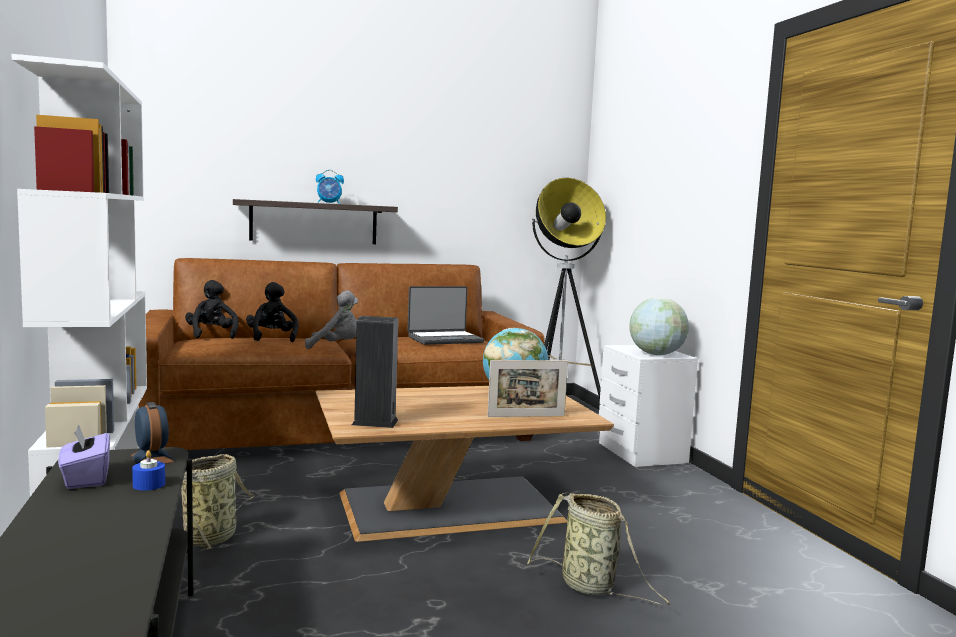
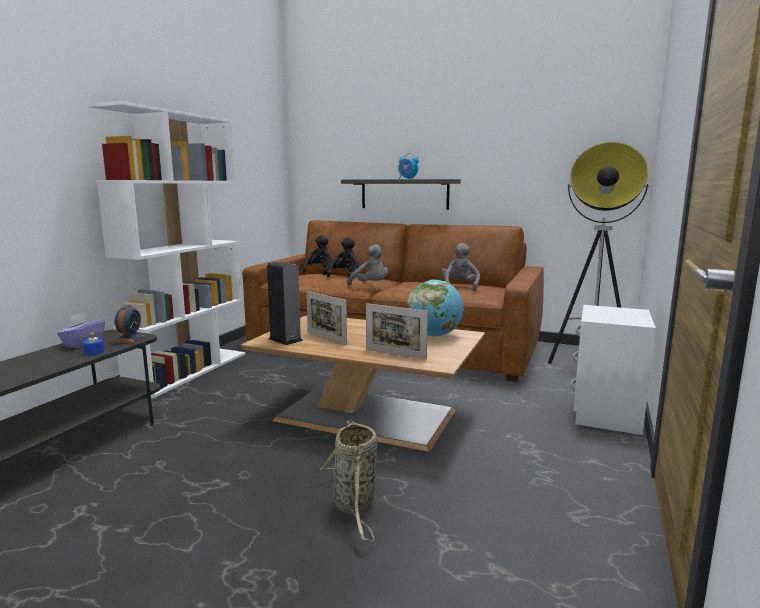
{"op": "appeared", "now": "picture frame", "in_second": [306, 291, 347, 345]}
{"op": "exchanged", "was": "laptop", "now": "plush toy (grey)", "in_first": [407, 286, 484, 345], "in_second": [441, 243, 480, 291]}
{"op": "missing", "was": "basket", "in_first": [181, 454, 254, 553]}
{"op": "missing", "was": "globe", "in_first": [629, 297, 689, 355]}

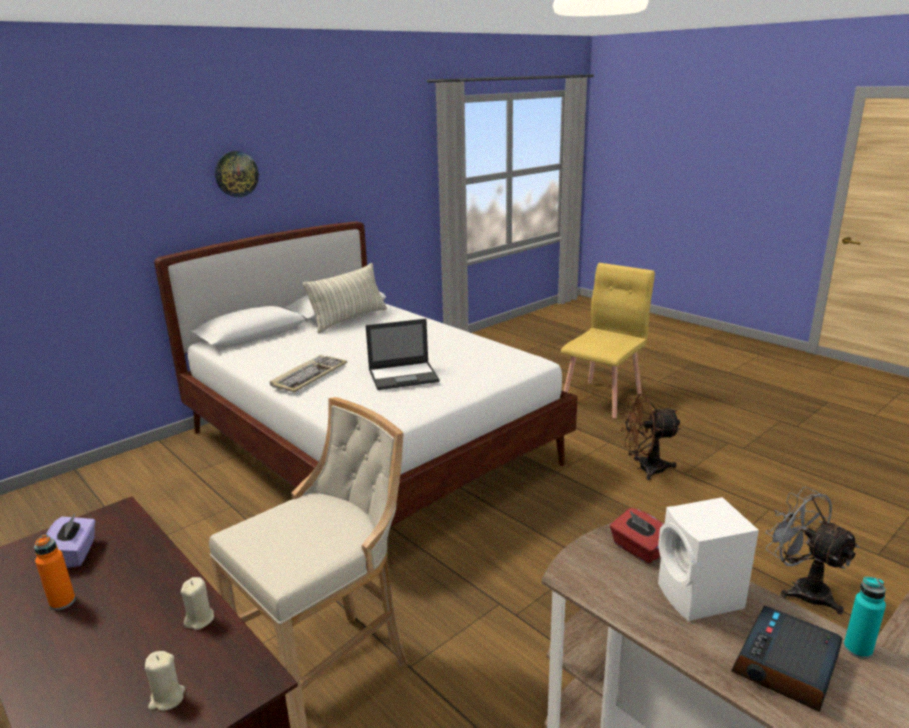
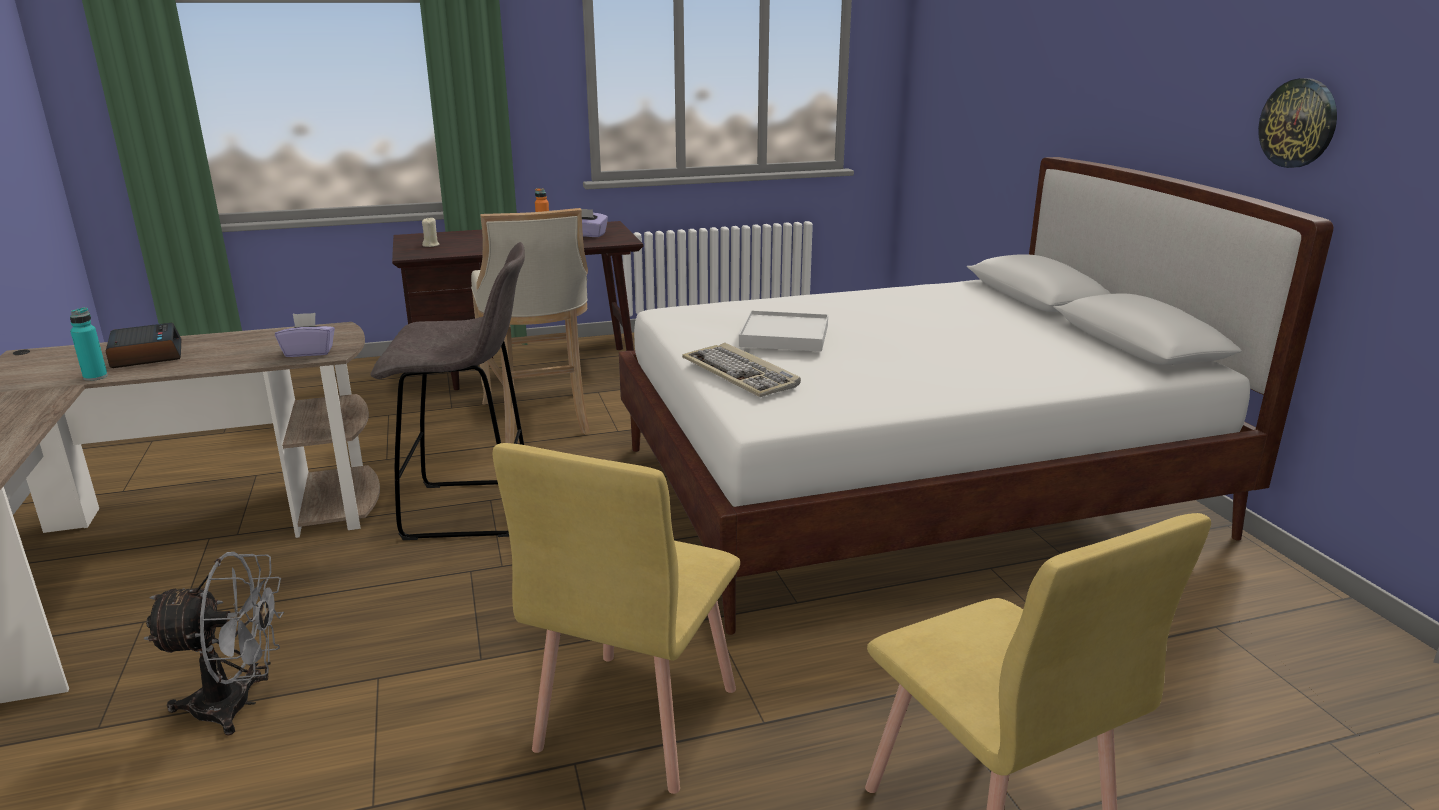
{"op": "colour", "was": "tissue box (red)", "now": "tissue box (purple)", "in_first": [610, 508, 664, 564], "in_second": [275, 313, 335, 357]}
{"op": "appeared", "now": "stool (grey)", "in_second": [371, 242, 525, 540]}
{"op": "exchanged", "was": "fan (brown)", "now": "chair (yellow)", "in_first": [620, 394, 681, 480], "in_second": [493, 443, 740, 794]}
{"op": "relocated", "was": "keyboard", "in_first": [270, 355, 347, 392], "in_second": [682, 343, 801, 397]}
{"op": "exchanged", "was": "laptop", "now": "tray (white)", "in_first": [366, 319, 440, 390], "in_second": [739, 310, 828, 352]}
{"op": "relocated", "was": "wall clock", "in_first": [215, 151, 259, 197], "in_second": [1258, 78, 1337, 168]}
{"op": "missing", "was": "candle (beige)", "in_first": [181, 577, 214, 630]}
{"op": "missing", "was": "pillow", "in_first": [303, 263, 387, 333]}
{"op": "missing", "was": "speaker (white)", "in_first": [658, 497, 759, 621]}

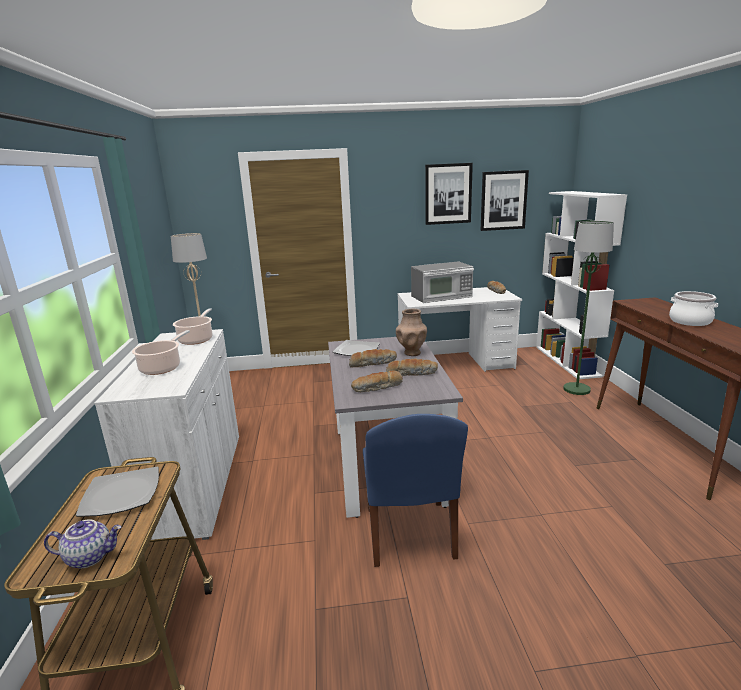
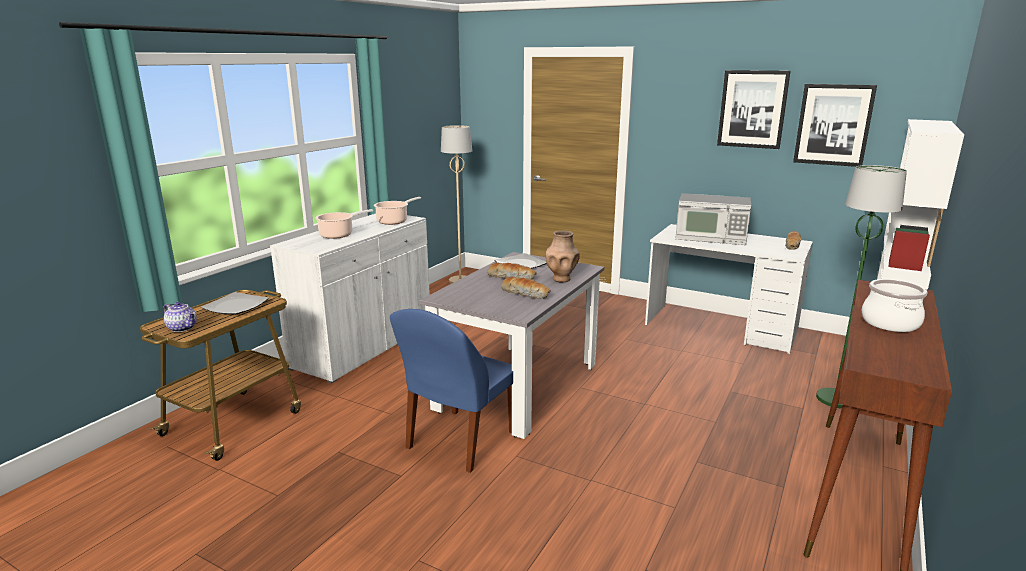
{"op": "missing", "was": "bread", "in_first": [351, 371, 403, 392]}

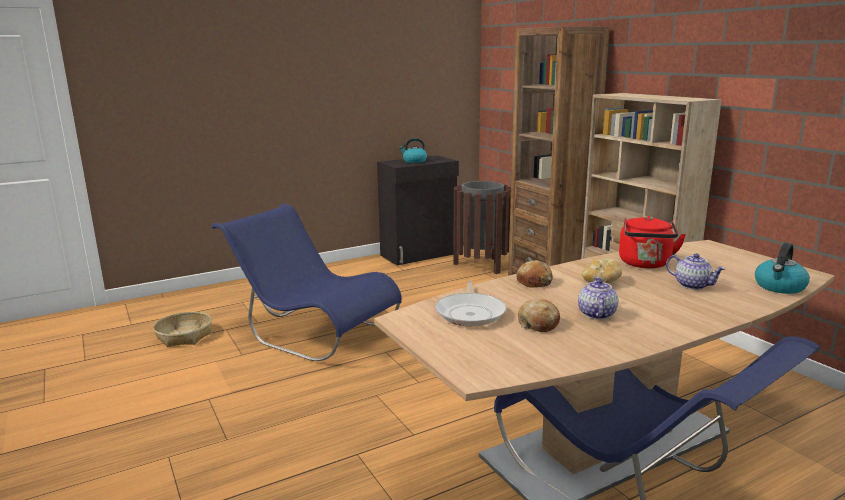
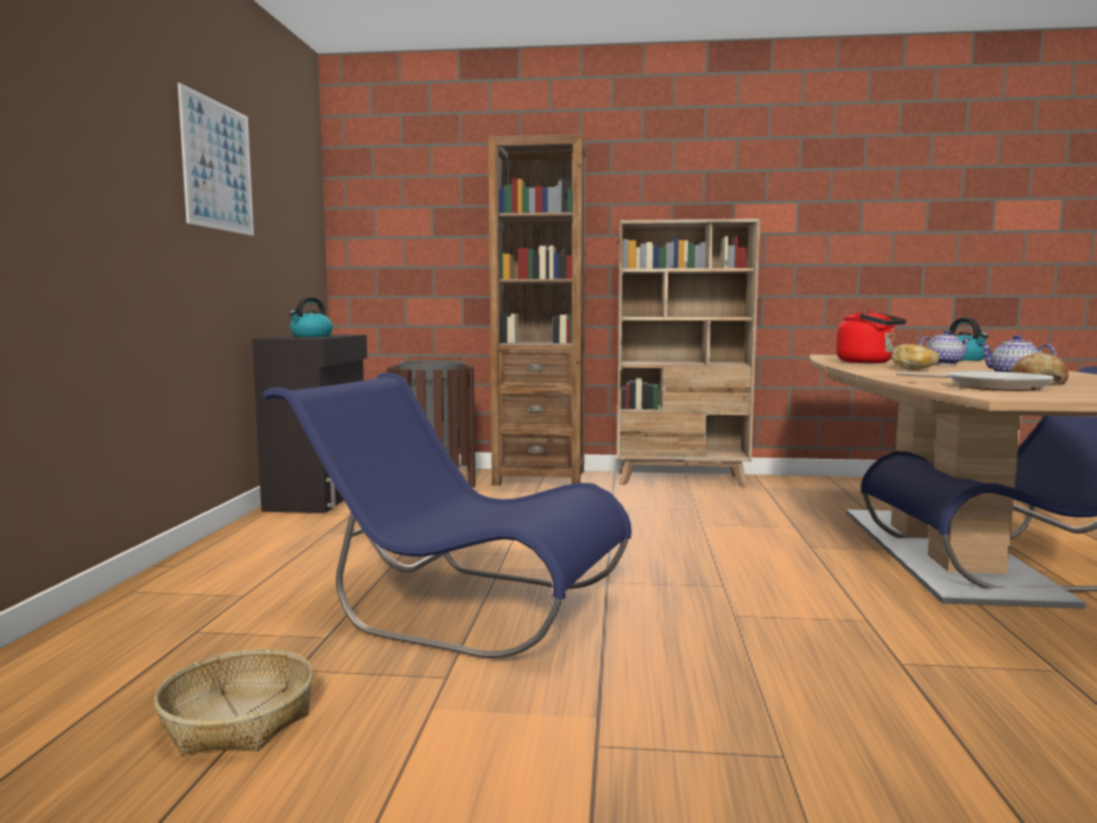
{"op": "appeared", "now": "picture", "in_second": [178, 83, 254, 236]}
{"op": "spun", "was": "chair (blue)", "in_first": [211, 204, 402, 361], "in_second": [263, 373, 632, 658], "clockwise": 45}
{"op": "missing", "was": "bread", "in_first": [517, 260, 553, 288]}

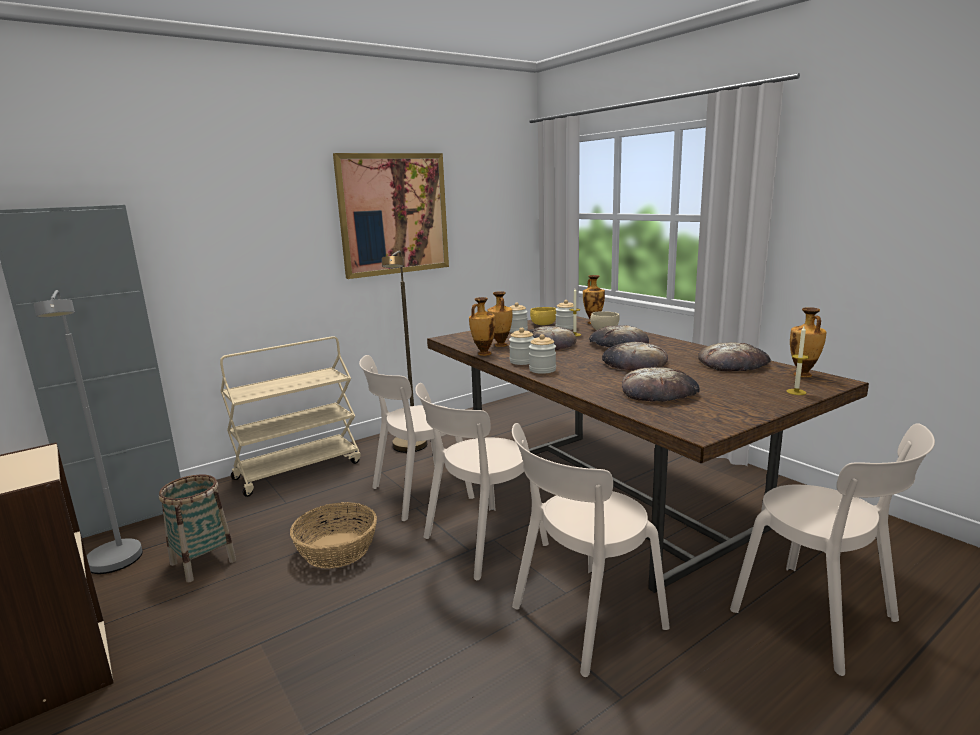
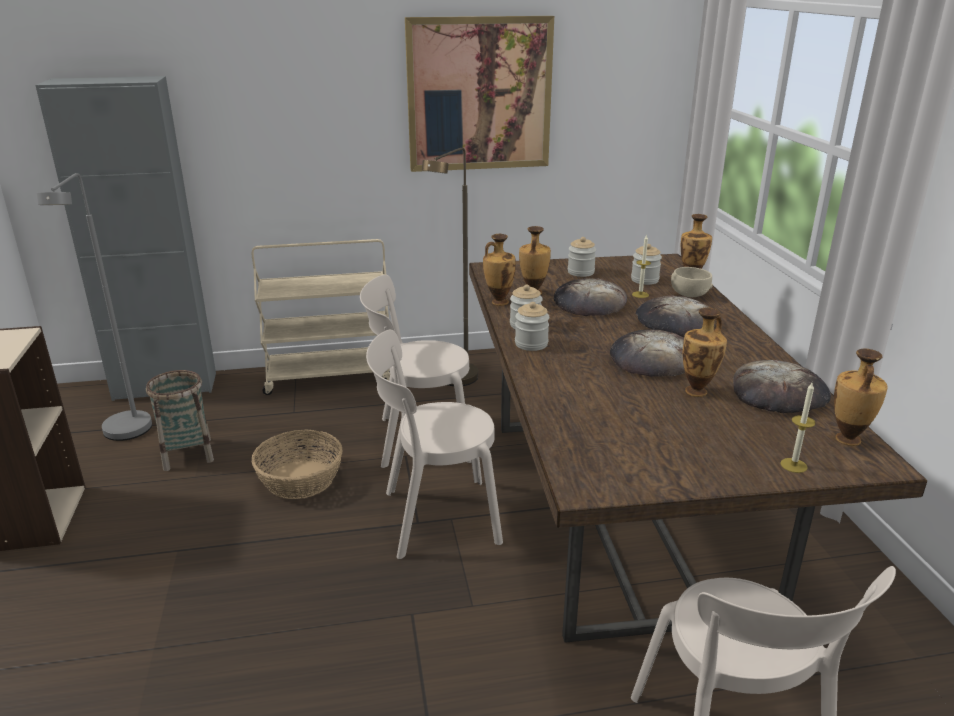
{"op": "appeared", "now": "vase", "in_second": [683, 308, 727, 397]}
{"op": "missing", "was": "chair (beige)", "in_first": [512, 423, 670, 677]}
{"op": "missing", "was": "bowl (yellow)", "in_first": [530, 307, 556, 325]}
{"op": "missing", "was": "bread", "in_first": [622, 367, 700, 402]}

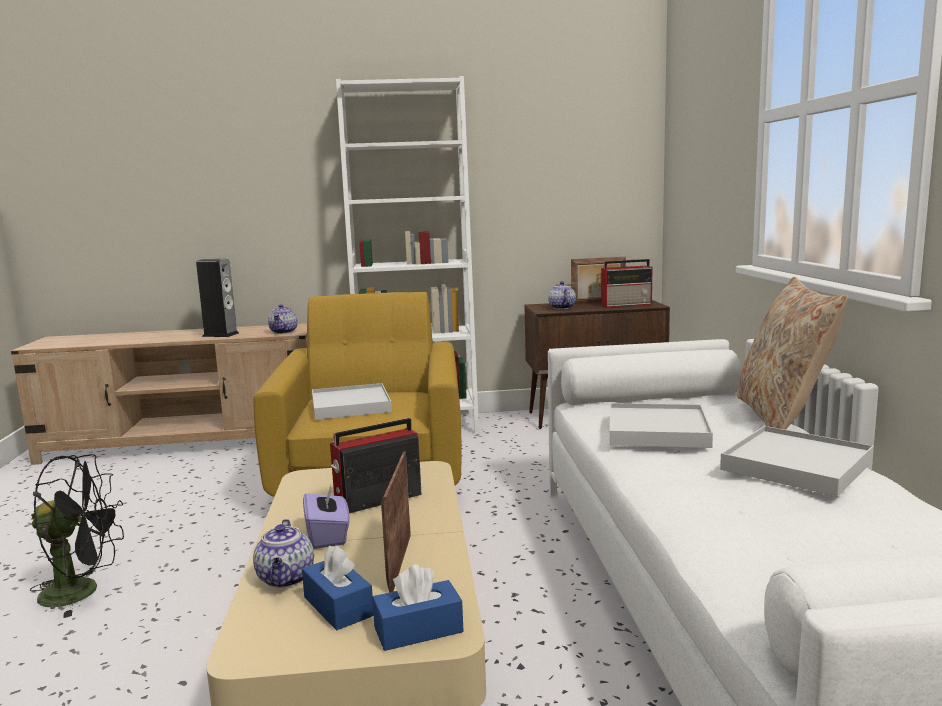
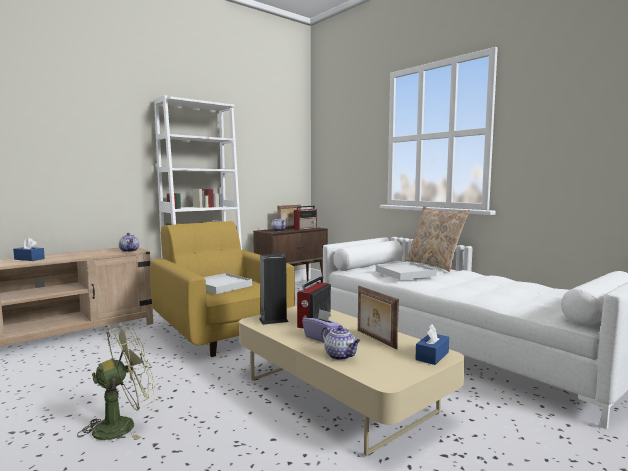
{"op": "relocated", "was": "tissue box (blue)", "in_first": [302, 545, 373, 630], "in_second": [13, 238, 45, 261]}
{"op": "colour", "was": "fan (black)", "now": "fan (green)", "in_first": [30, 454, 124, 618], "in_second": [77, 324, 155, 440]}
{"op": "relocated", "was": "speaker", "in_first": [196, 259, 239, 337], "in_second": [259, 254, 289, 325]}
{"op": "missing", "was": "tray (white)", "in_first": [720, 426, 874, 497]}

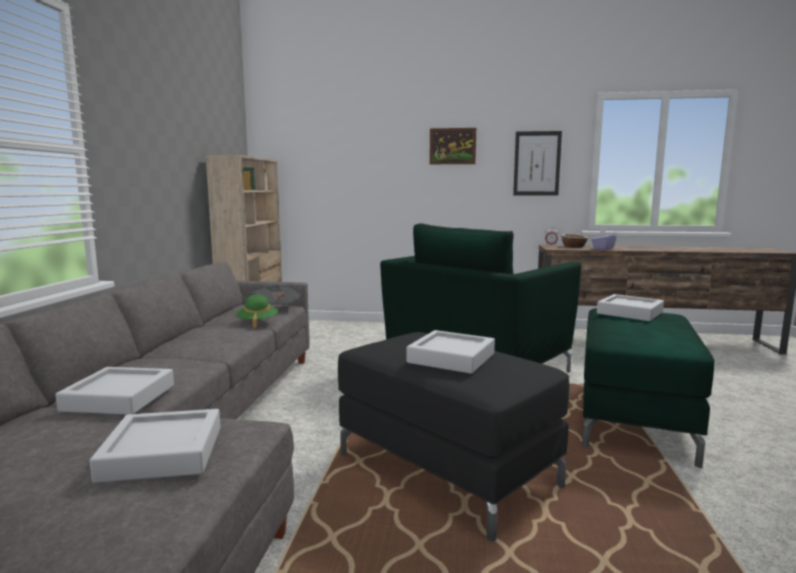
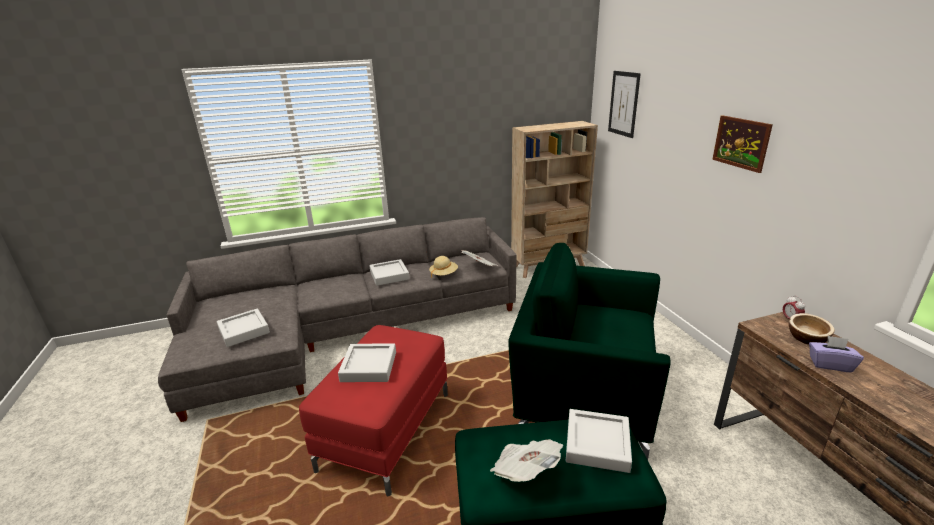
{"op": "colour", "was": "ottoman (black)", "now": "ottoman (red)", "in_first": [338, 332, 569, 542], "in_second": [299, 325, 448, 496]}
{"op": "relocated", "was": "tray (grey)", "in_first": [55, 367, 174, 415], "in_second": [369, 259, 410, 286]}
{"op": "colour", "was": "hat (green)", "now": "hat (beige)", "in_first": [236, 295, 278, 328], "in_second": [429, 256, 458, 278]}
{"op": "appeared", "now": "newspaper", "in_second": [490, 439, 563, 482]}
{"op": "relocated", "was": "picture", "in_first": [513, 131, 562, 196], "in_second": [608, 71, 641, 138]}

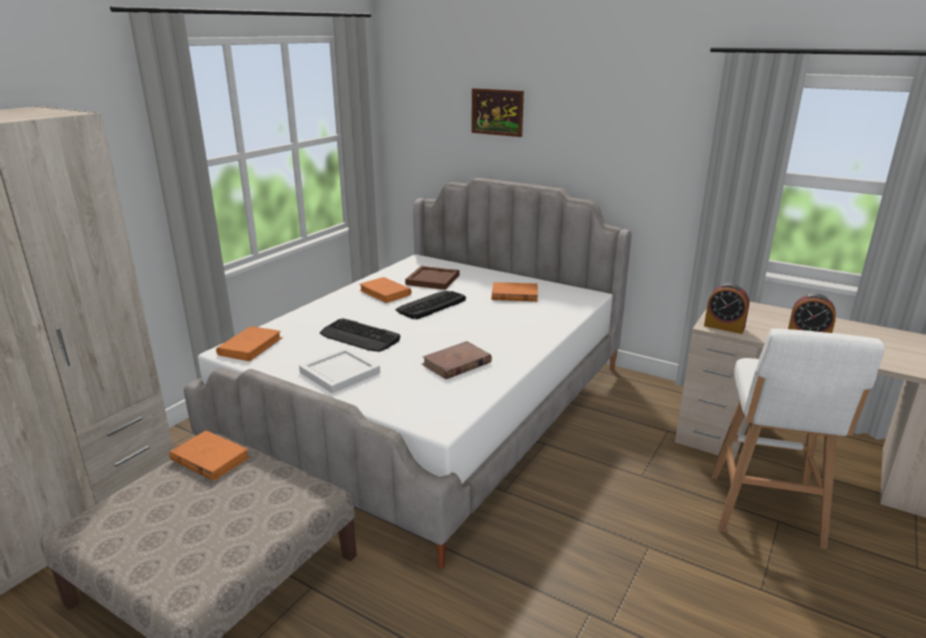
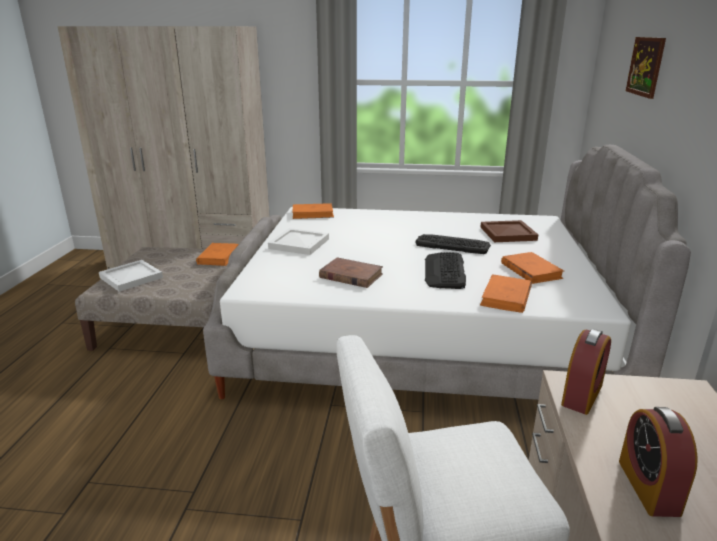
{"op": "appeared", "now": "tray (white)", "in_second": [99, 260, 163, 292]}
{"op": "relocated", "was": "keyboard", "in_first": [320, 318, 400, 352], "in_second": [425, 252, 466, 289]}
{"op": "relocated", "was": "book (orange)", "in_first": [359, 277, 411, 303], "in_second": [480, 274, 532, 313]}
{"op": "spun", "was": "alarm clock", "in_first": [704, 283, 749, 334], "in_second": [561, 329, 611, 415], "clockwise": -150}

